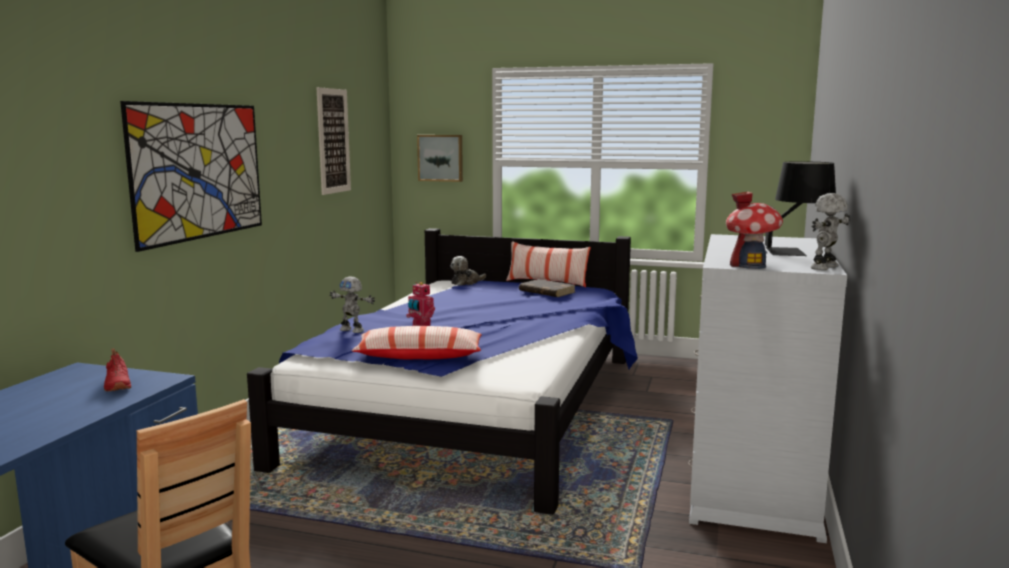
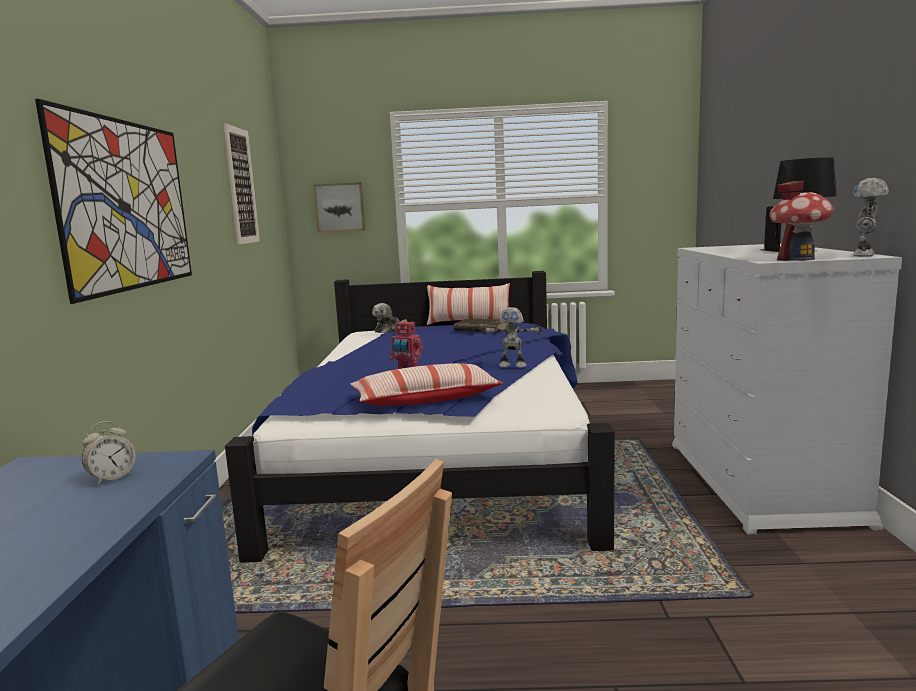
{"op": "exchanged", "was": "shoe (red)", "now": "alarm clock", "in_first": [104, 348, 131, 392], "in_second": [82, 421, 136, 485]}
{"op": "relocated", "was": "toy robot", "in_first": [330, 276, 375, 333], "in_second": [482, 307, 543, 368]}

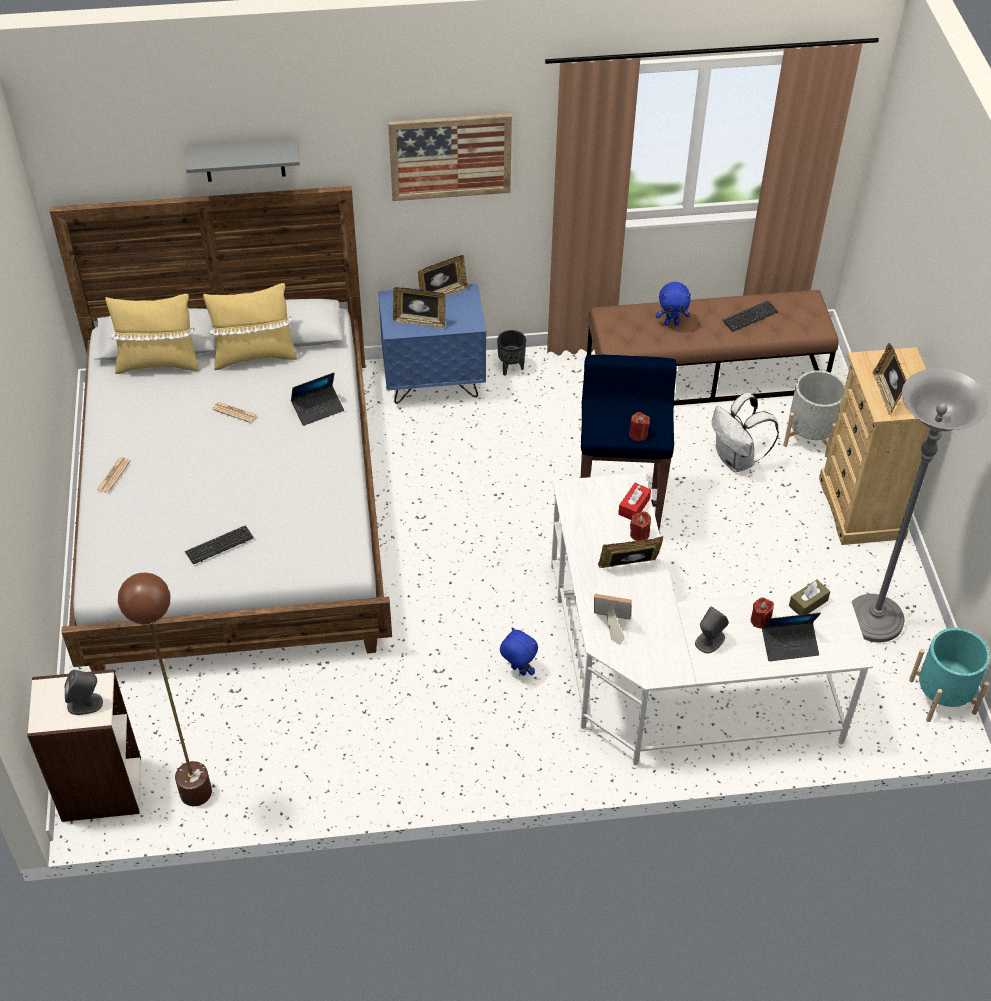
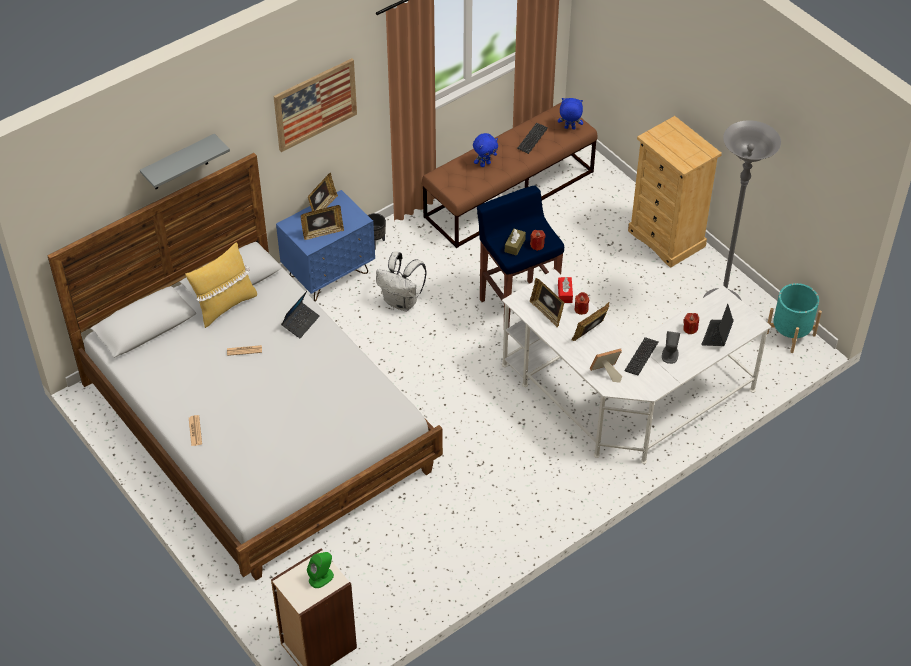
{"op": "colour", "was": "speaker (grey)", "now": "speaker (green)", "in_first": [65, 670, 103, 715], "in_second": [307, 552, 334, 588]}
{"op": "relocated", "was": "backpack (white)", "in_first": [712, 393, 779, 472], "in_second": [376, 251, 427, 311]}
{"op": "relocated", "was": "tissue box (brown)", "in_first": [789, 579, 830, 615], "in_second": [505, 229, 526, 256]}
{"op": "relocated", "was": "picture frame", "in_first": [873, 343, 906, 415], "in_second": [530, 278, 564, 327]}
{"op": "relocated", "was": "plush toy (blue)", "in_first": [500, 627, 538, 676], "in_second": [558, 98, 583, 130]}
{"op": "relocated", "was": "keyboard", "in_first": [185, 525, 254, 564], "in_second": [624, 337, 658, 375]}
{"op": "spun", "was": "laptop", "in_first": [762, 613, 821, 661], "in_second": [701, 304, 734, 346], "clockwise": 150}
{"op": "missing", "was": "pillow (yellow)", "in_first": [105, 294, 199, 374]}
{"op": "missing", "was": "floor lamp (brown)", "in_first": [118, 572, 212, 806]}
{"op": "missing", "was": "planter (grey)", "in_first": [783, 370, 845, 457]}

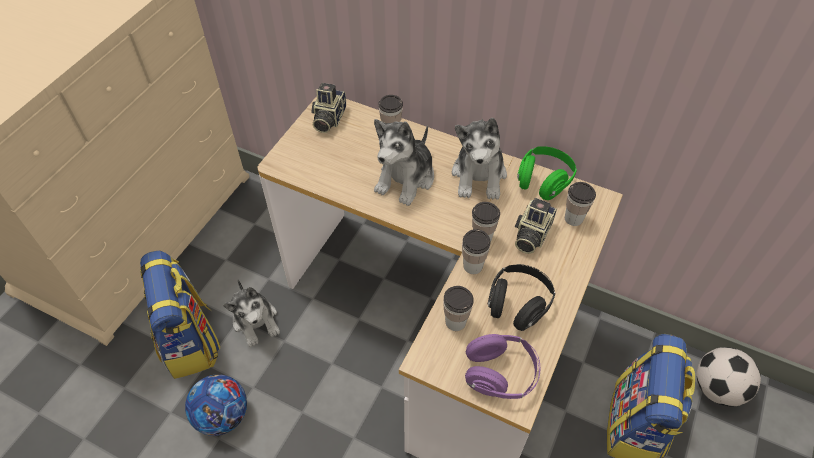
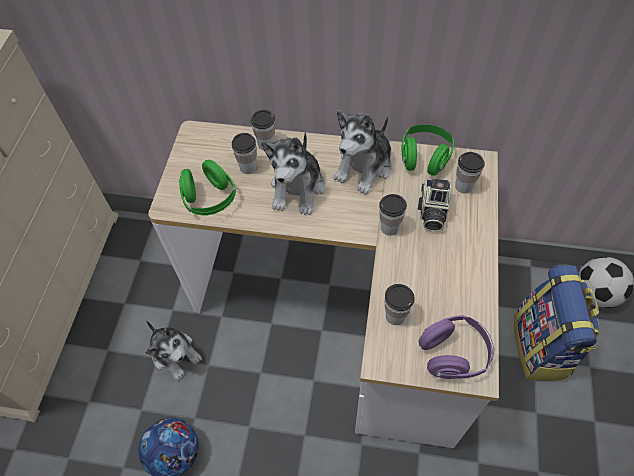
{"op": "appeared", "now": "headphones (green)", "in_second": [179, 160, 236, 215]}
{"op": "relocated", "was": "cup", "in_first": [462, 229, 491, 274], "in_second": [232, 133, 257, 174]}
{"op": "spun", "was": "plush toy", "in_first": [452, 118, 507, 200], "in_second": [334, 111, 392, 194], "clockwise": 45}
{"op": "missing", "was": "backpack", "in_first": [140, 251, 220, 379]}
{"op": "missing", "was": "photo camera", "in_first": [311, 83, 346, 133]}
{"op": "missing", "was": "headphones (black)", "in_first": [488, 264, 556, 331]}

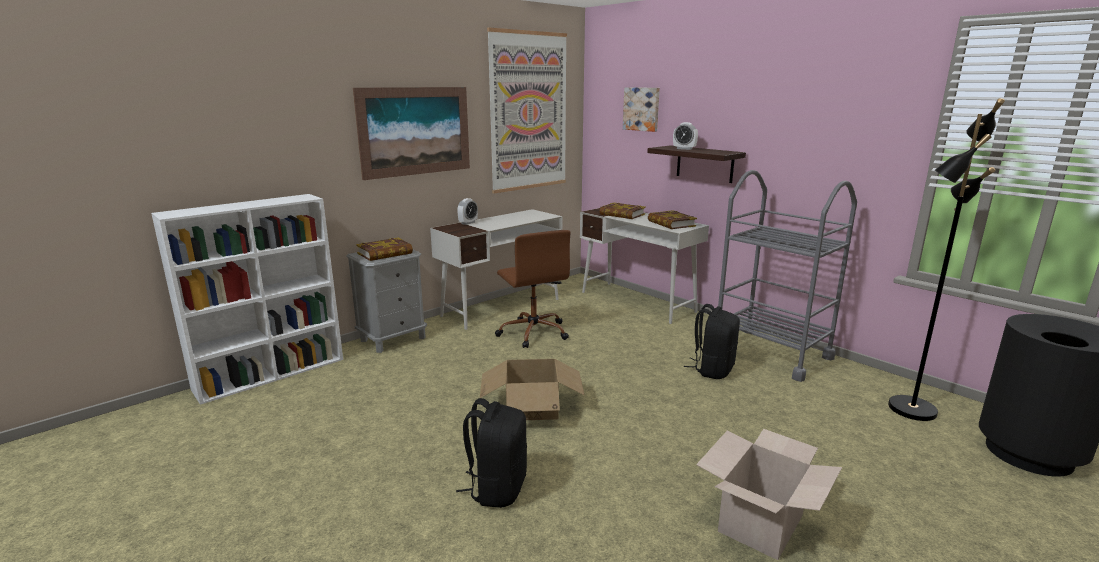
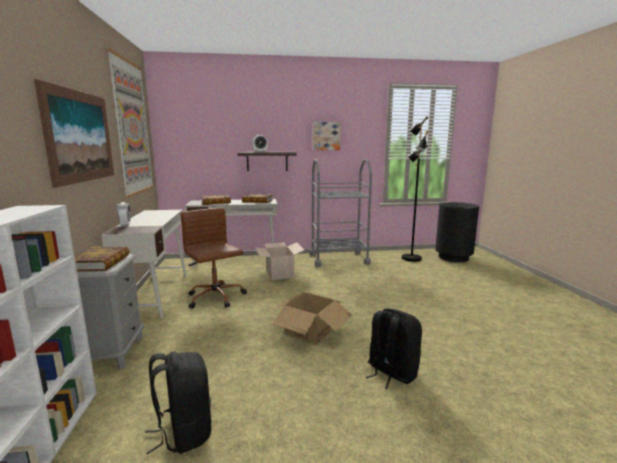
{"op": "relocated", "was": "backpack (black)", "in_first": [684, 304, 740, 379], "in_second": [145, 351, 211, 454]}
{"op": "spun", "was": "office chair (brown)", "in_first": [495, 230, 571, 348], "in_second": [181, 208, 247, 309], "clockwise": -135}
{"op": "relocated", "was": "cardboard box", "in_first": [696, 429, 842, 560], "in_second": [255, 242, 304, 280]}
{"op": "relocated", "was": "picture", "in_first": [623, 87, 660, 132], "in_second": [313, 122, 341, 150]}

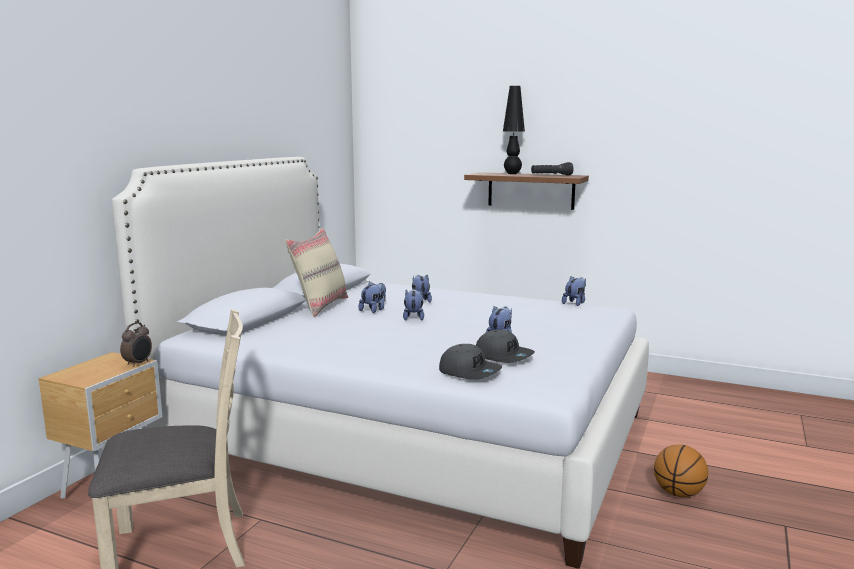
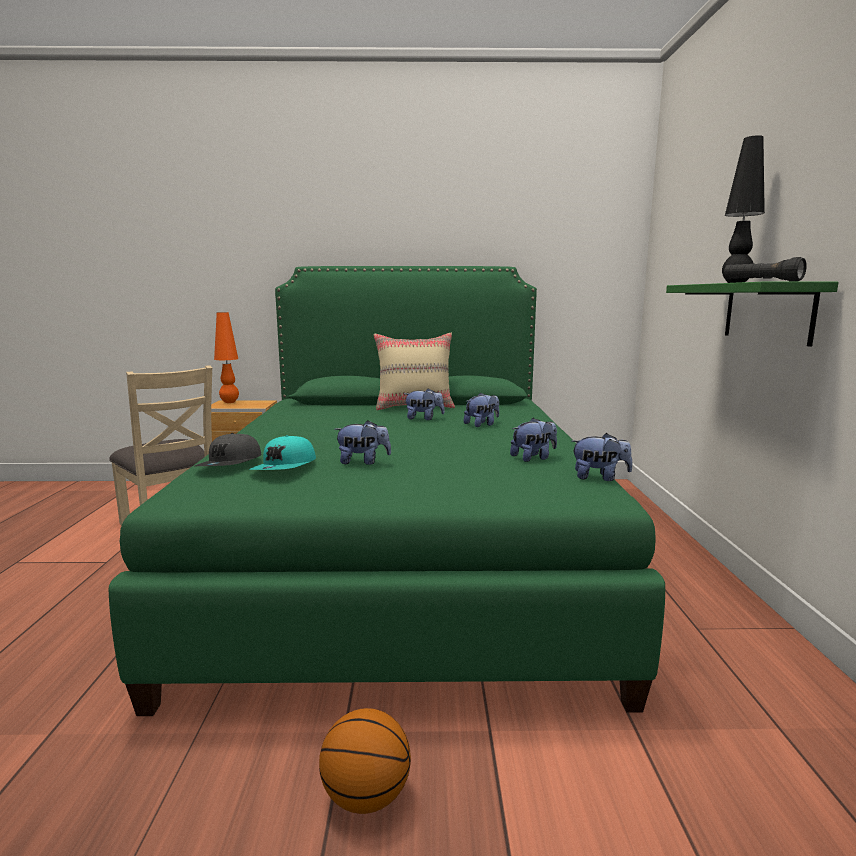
{"op": "colour", "was": "bed (white)", "now": "bed (green)", "in_first": [112, 157, 649, 569], "in_second": [109, 266, 665, 716]}
{"op": "appeared", "now": "table lamp (orange)", "in_second": [214, 312, 239, 403]}
{"op": "colour", "was": "cap (grey)", "now": "cap (turquoise)", "in_first": [476, 330, 535, 363], "in_second": [249, 435, 316, 470]}
{"op": "relocated", "was": "plush toy", "in_first": [403, 289, 424, 321], "in_second": [510, 418, 557, 462]}
{"op": "colour", "was": "shelf (brown)", "now": "shelf (green)", "in_first": [464, 172, 589, 210], "in_second": [666, 282, 839, 347]}
{"op": "missing", "was": "alarm clock", "in_first": [120, 322, 152, 367]}

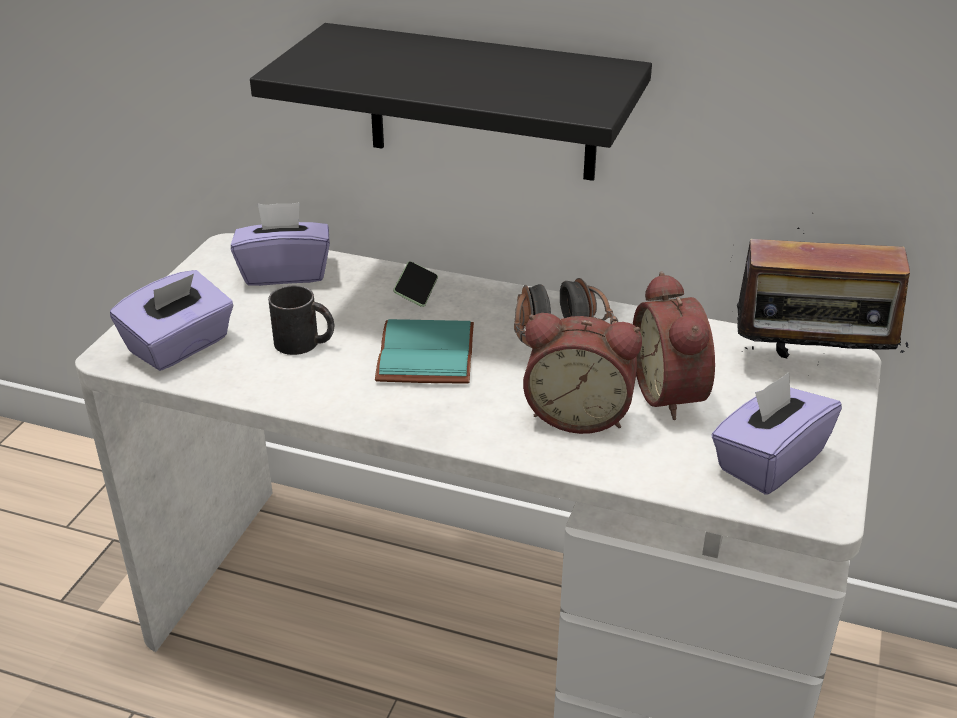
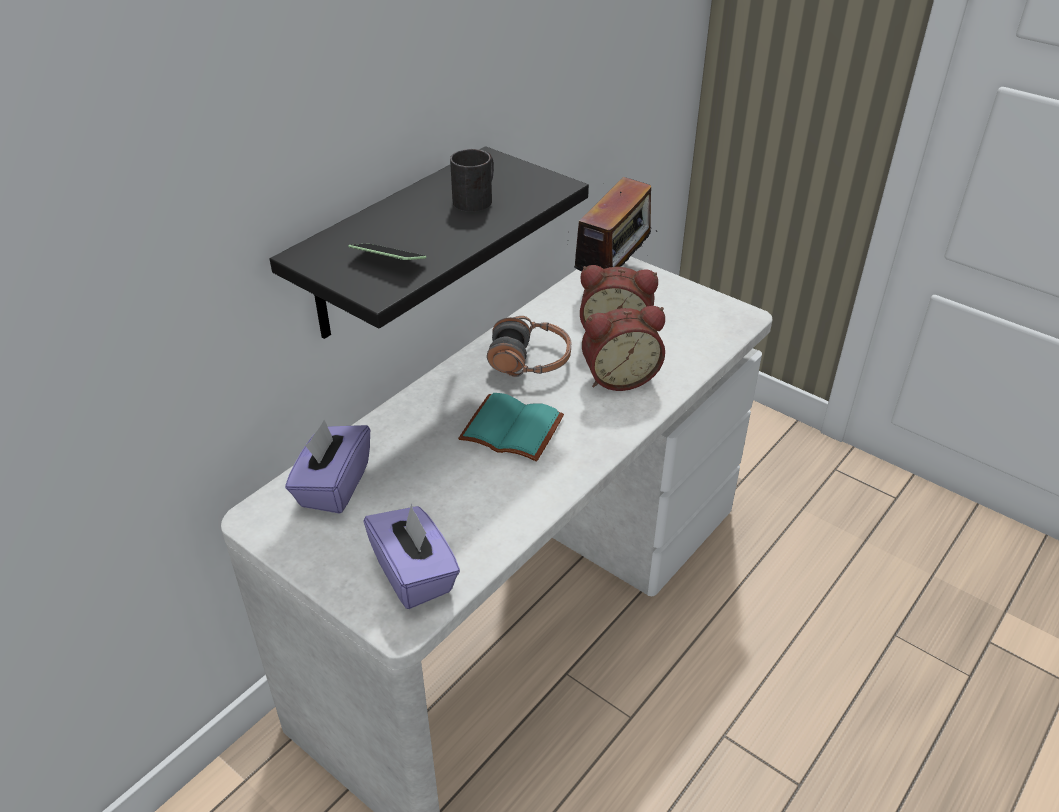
{"op": "relocated", "was": "phone", "in_first": [393, 261, 438, 307], "in_second": [348, 244, 426, 260]}
{"op": "relocated", "was": "mug (black)", "in_first": [268, 285, 334, 355], "in_second": [450, 149, 494, 212]}
{"op": "spun", "was": "alarm clock", "in_first": [523, 313, 642, 434], "in_second": [582, 306, 665, 391], "clockwise": 45}
{"op": "missing", "was": "tissue box (purple)", "in_first": [711, 372, 842, 495]}

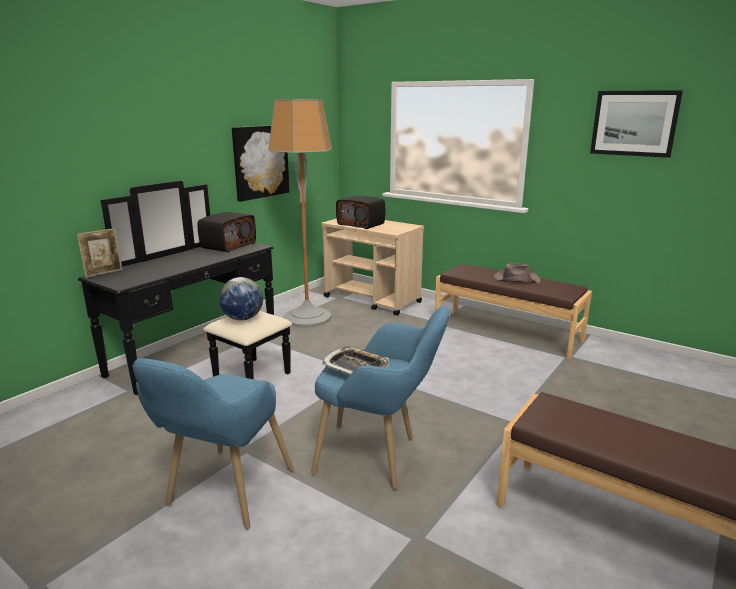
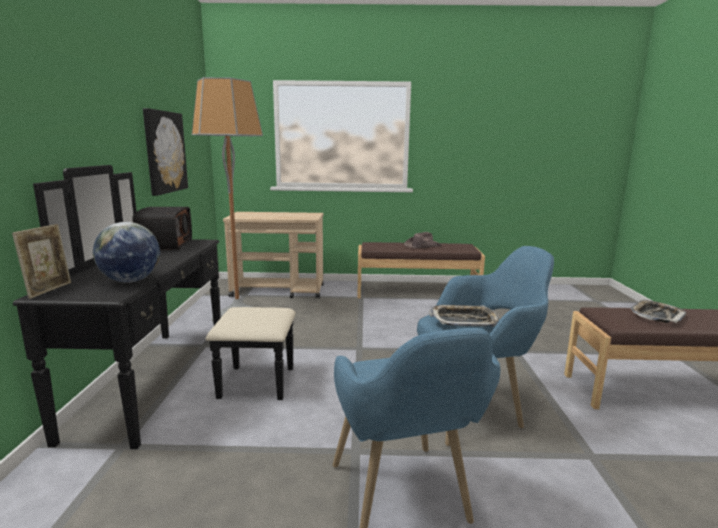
{"op": "relocated", "was": "globe", "in_first": [219, 277, 263, 321], "in_second": [93, 222, 160, 283]}
{"op": "appeared", "now": "tray", "in_second": [631, 299, 686, 323]}
{"op": "missing", "was": "radio", "in_first": [336, 196, 385, 229]}
{"op": "missing", "was": "picture", "in_first": [590, 90, 683, 158]}

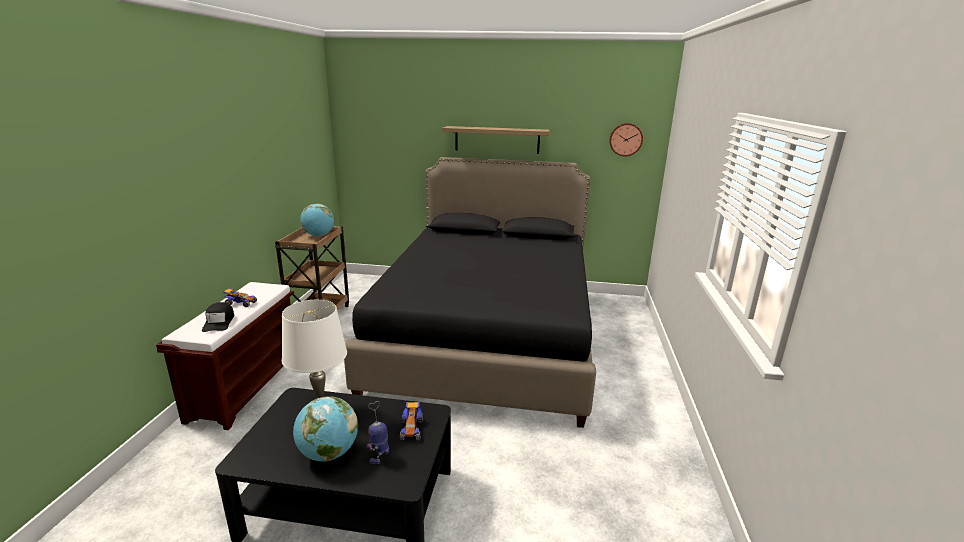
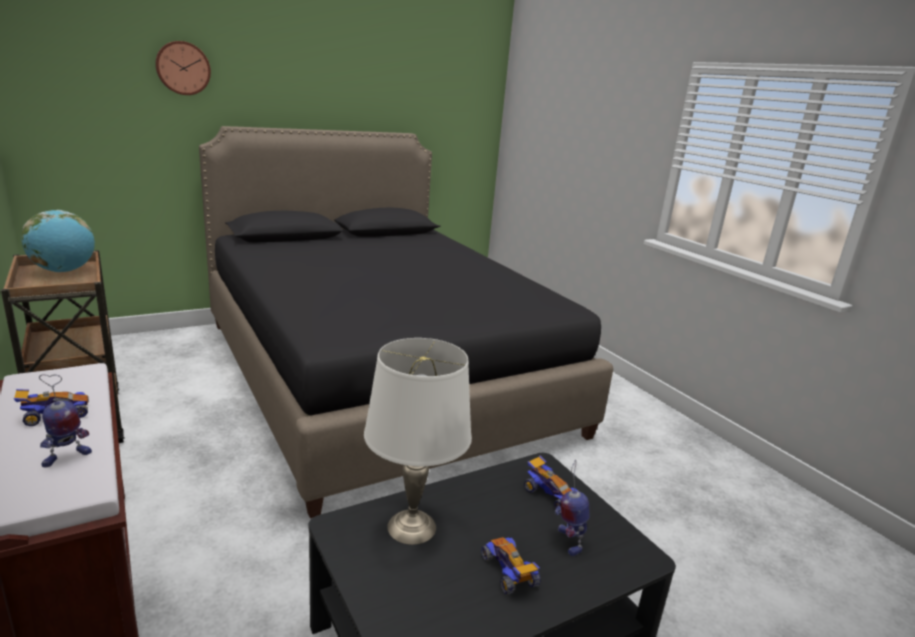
{"op": "exchanged", "was": "cap (black)", "now": "toy robot", "in_first": [202, 302, 234, 332], "in_second": [39, 374, 92, 467]}
{"op": "relocated", "was": "wall clock", "in_first": [609, 123, 643, 156], "in_second": [155, 41, 211, 95]}
{"op": "exchanged", "was": "globe", "now": "toy car", "in_first": [293, 396, 358, 462], "in_second": [481, 537, 541, 595]}
{"op": "missing", "was": "shelf", "in_first": [442, 126, 550, 154]}

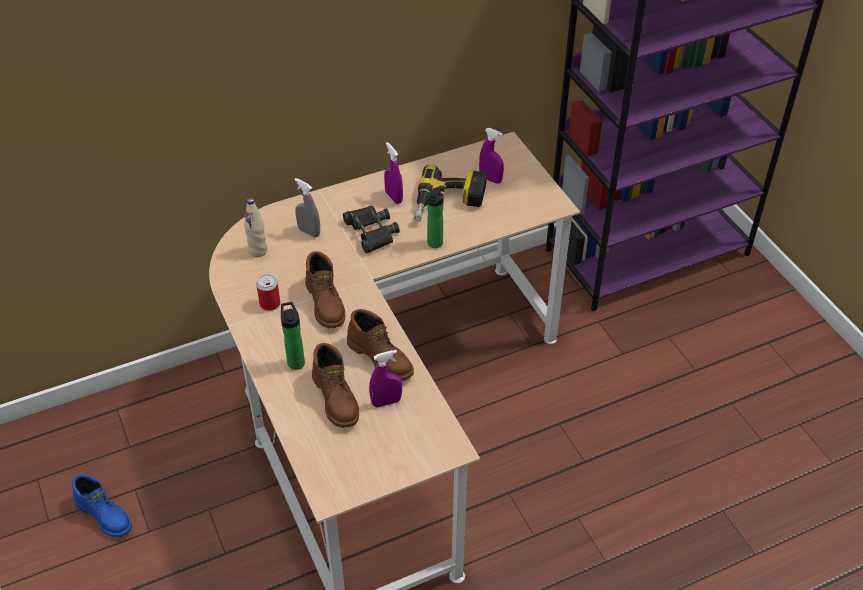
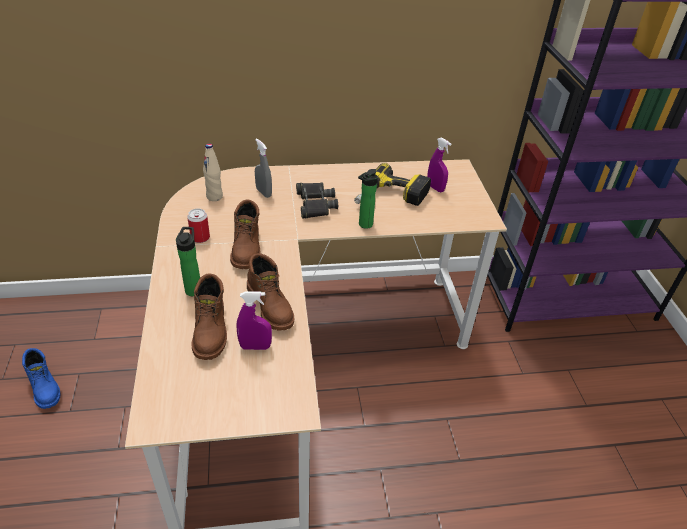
{"op": "missing", "was": "spray bottle (purple)", "in_first": [384, 142, 403, 204]}

